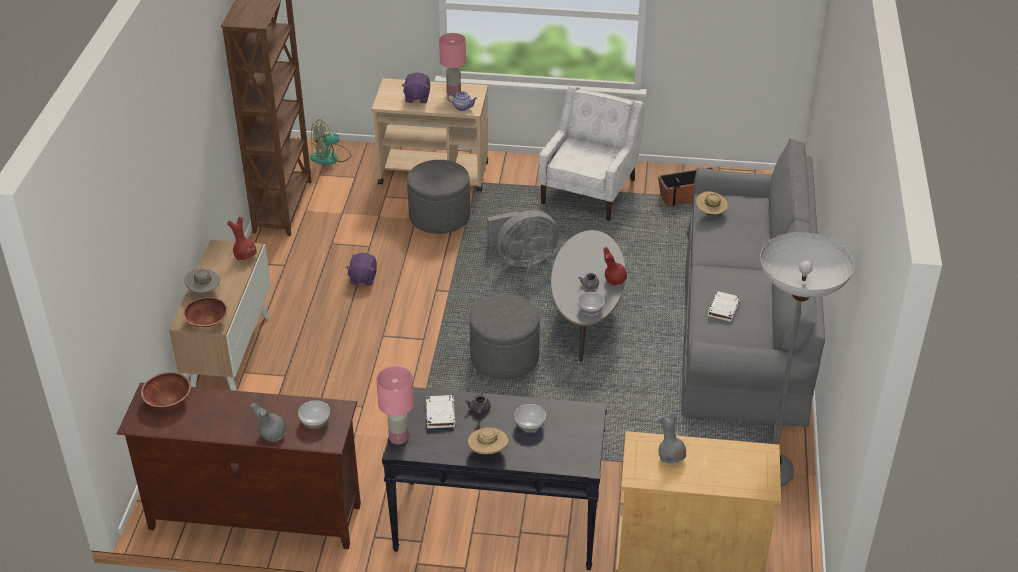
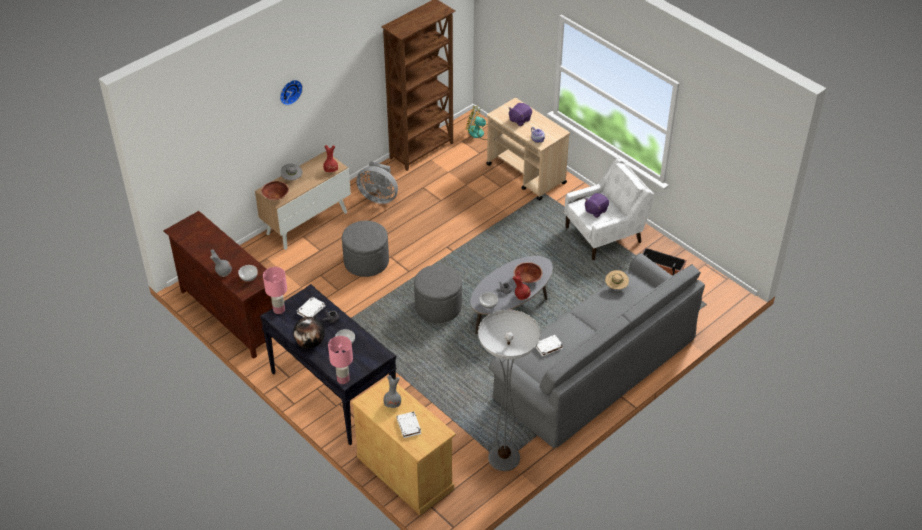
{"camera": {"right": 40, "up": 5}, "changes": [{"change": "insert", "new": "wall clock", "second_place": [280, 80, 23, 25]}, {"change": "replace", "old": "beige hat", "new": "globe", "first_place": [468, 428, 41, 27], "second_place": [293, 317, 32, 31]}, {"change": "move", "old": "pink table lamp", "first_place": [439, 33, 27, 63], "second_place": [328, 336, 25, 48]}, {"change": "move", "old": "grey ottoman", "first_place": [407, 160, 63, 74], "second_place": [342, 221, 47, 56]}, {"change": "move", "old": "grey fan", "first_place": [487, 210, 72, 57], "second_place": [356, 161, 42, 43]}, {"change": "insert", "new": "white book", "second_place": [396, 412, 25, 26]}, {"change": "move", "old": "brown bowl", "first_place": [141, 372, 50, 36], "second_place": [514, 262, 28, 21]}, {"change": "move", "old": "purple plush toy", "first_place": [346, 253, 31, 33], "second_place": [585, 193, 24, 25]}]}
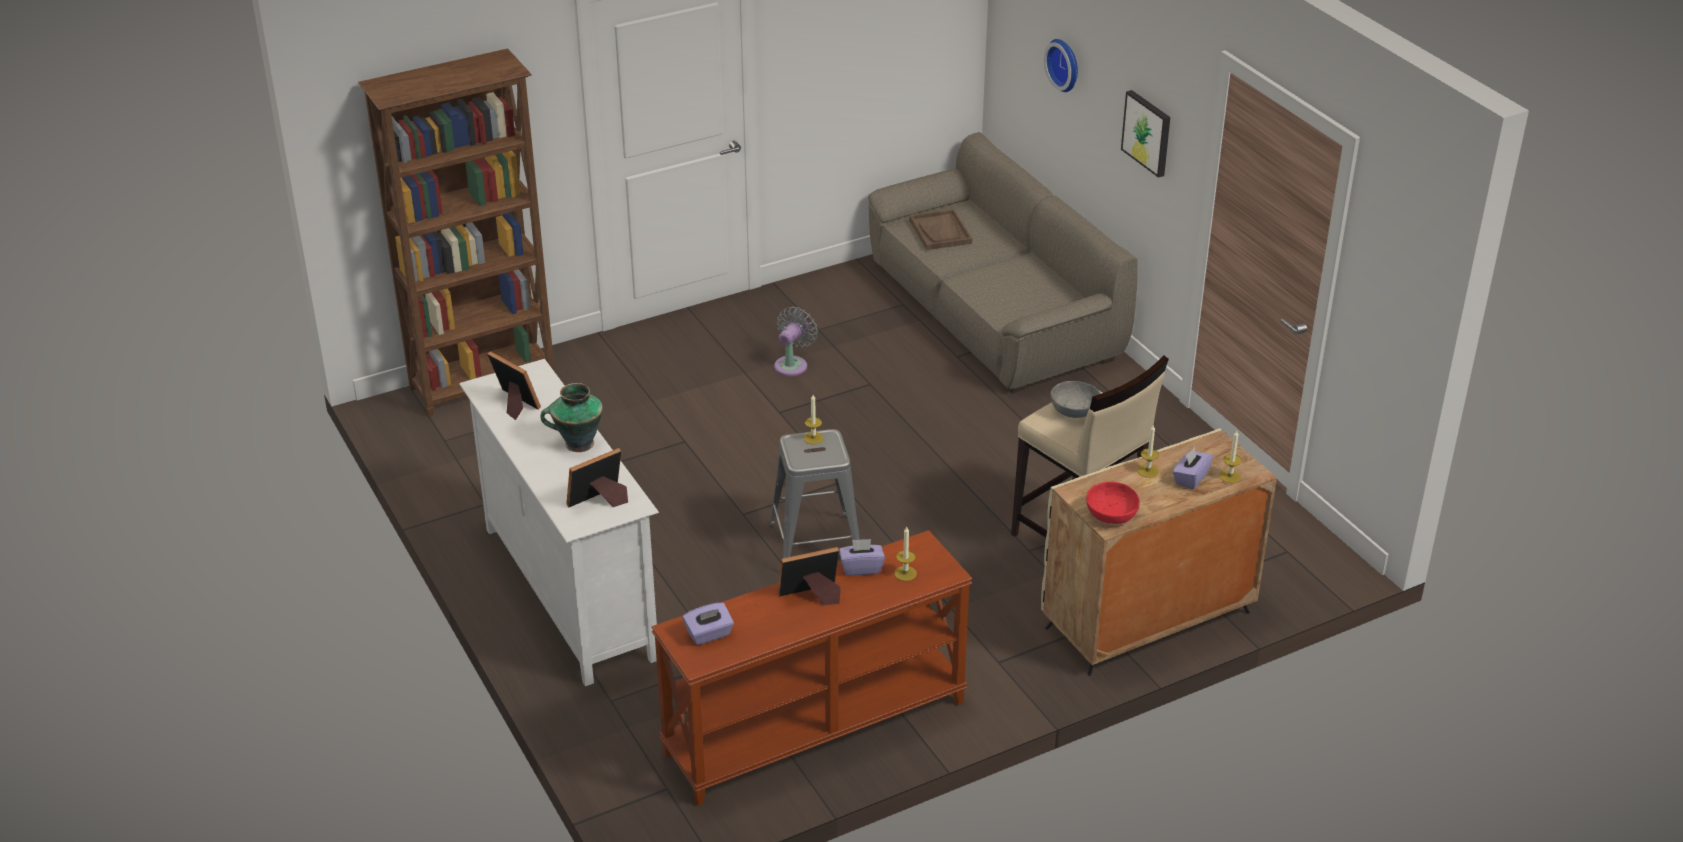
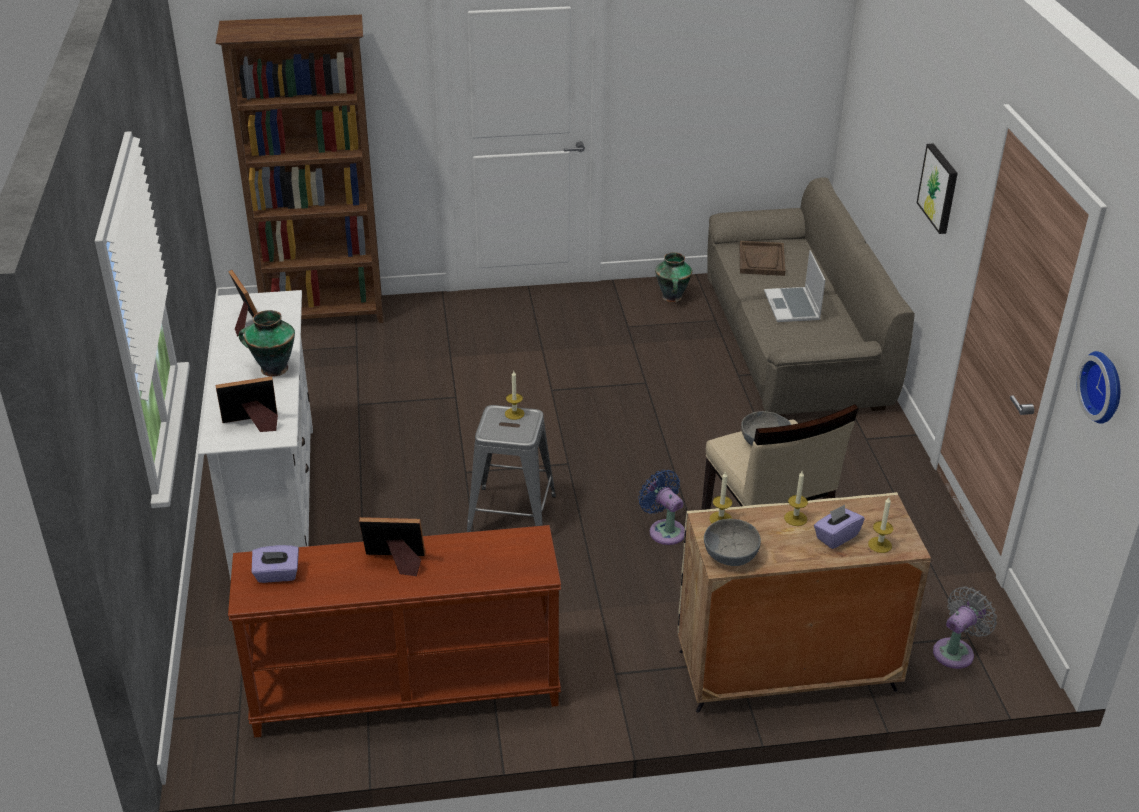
{"camera": {"right": 20, "up": 0}, "changes": [{"change": "insert", "new": "blue fan", "second_place": [638, 470, 47, 75]}, {"change": "insert", "new": "vase", "second_place": [655, 252, 37, 50]}, {"change": "recolor", "old": "red bowl", "new": "grey bowl", "first_place": [1086, 482, 54, 42], "second_place": [704, 519, 57, 47]}, {"change": "move", "old": "candle", "first_place": [894, 527, 23, 54], "second_place": [709, 471, 23, 53]}, {"change": "insert", "new": "laptop", "second_place": [764, 250, 61, 72]}, {"change": "move", "old": "grey fan", "first_place": [774, 307, 44, 69], "second_place": [933, 586, 64, 83]}, {"change": "move", "old": "wall clock", "first_place": [1044, 39, 34, 53], "second_place": [1076, 351, 44, 73]}, {"change": "delete", "old": "purple tissue box", "first_place": [839, 539, 46, 37]}]}
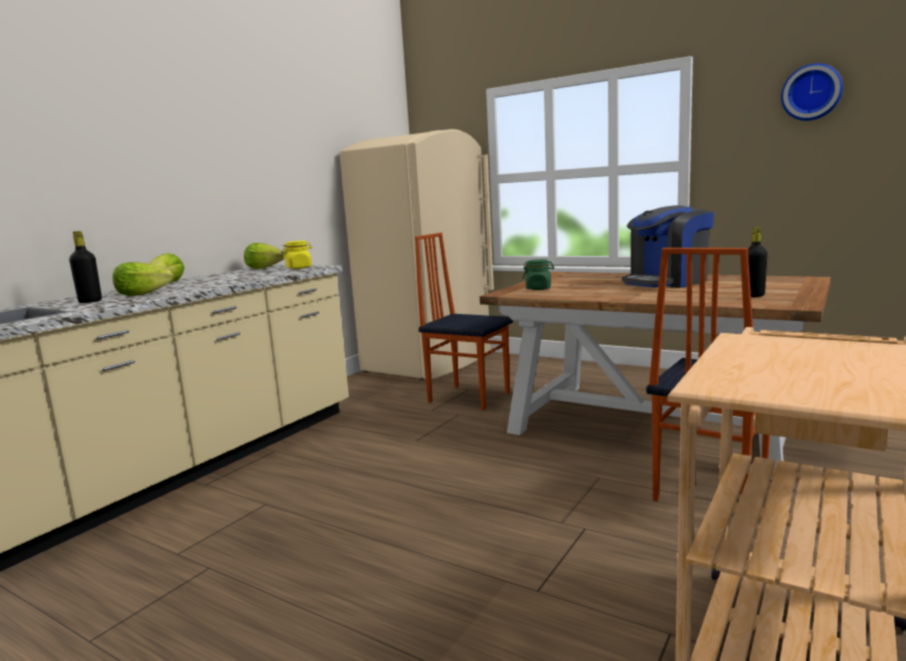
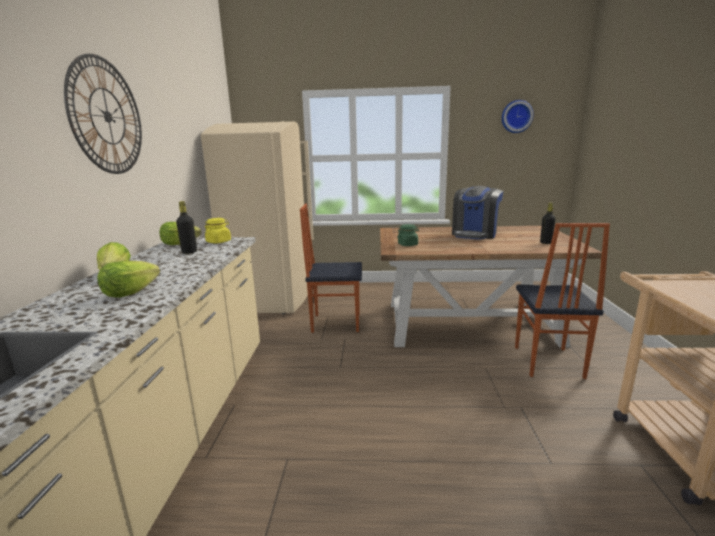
{"camera": {"right": -30, "up": 5}, "changes": [{"change": "insert", "new": "wall clock", "second_place": [64, 54, 78, 120]}, {"change": "move", "old": "black bottle", "first_place": [69, 231, 33, 72], "second_place": [176, 201, 21, 53]}]}
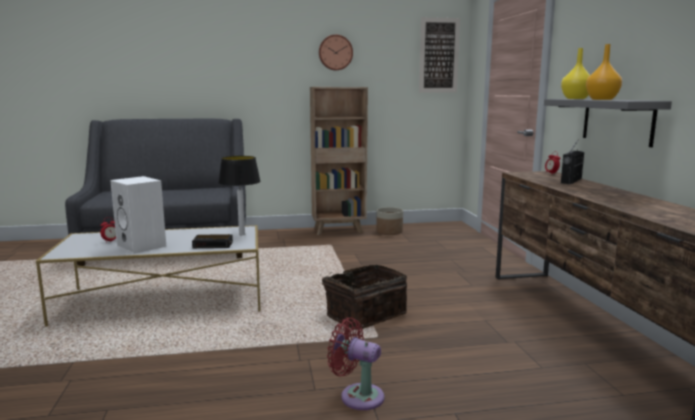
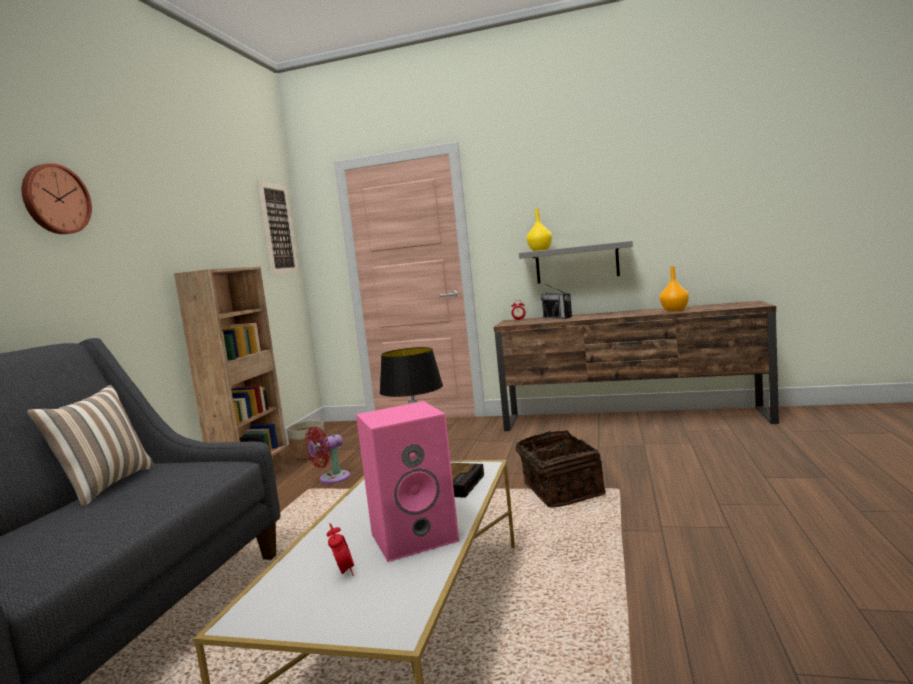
{"camera": {"right": -65, "up": -5}, "changes": [{"change": "move", "old": "wall clock", "first_place": [319, 35, 34, 35], "second_place": [22, 163, 70, 71]}, {"change": "insert", "new": "pillow", "second_place": [27, 385, 127, 121]}, {"change": "move", "old": "red fan", "first_place": [327, 318, 57, 92], "second_place": [305, 427, 45, 57]}, {"change": "recolor", "old": "white speaker", "new": "pink speaker", "first_place": [110, 176, 56, 78], "second_place": [356, 401, 103, 161]}, {"change": "move", "old": "orange vase", "first_place": [586, 44, 36, 56], "second_place": [660, 266, 29, 46]}]}
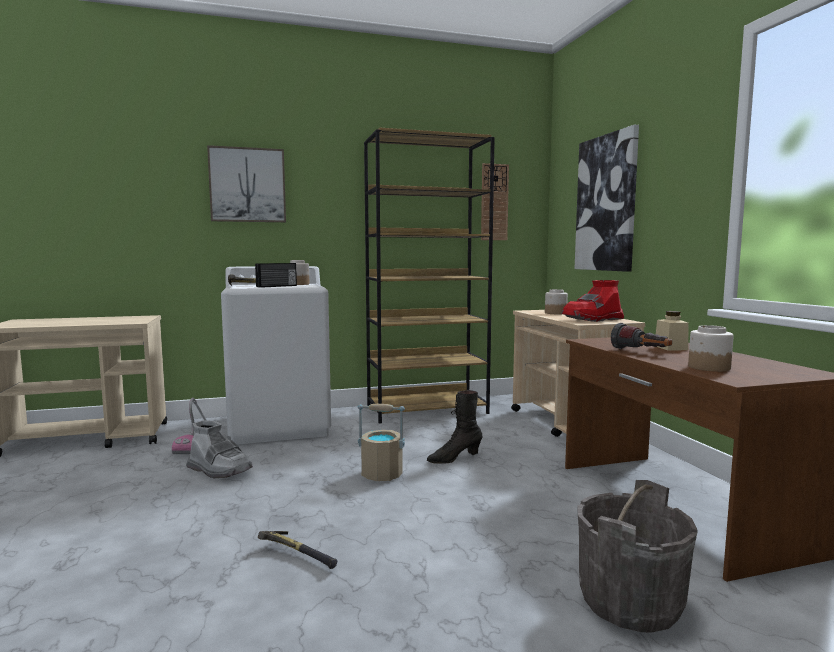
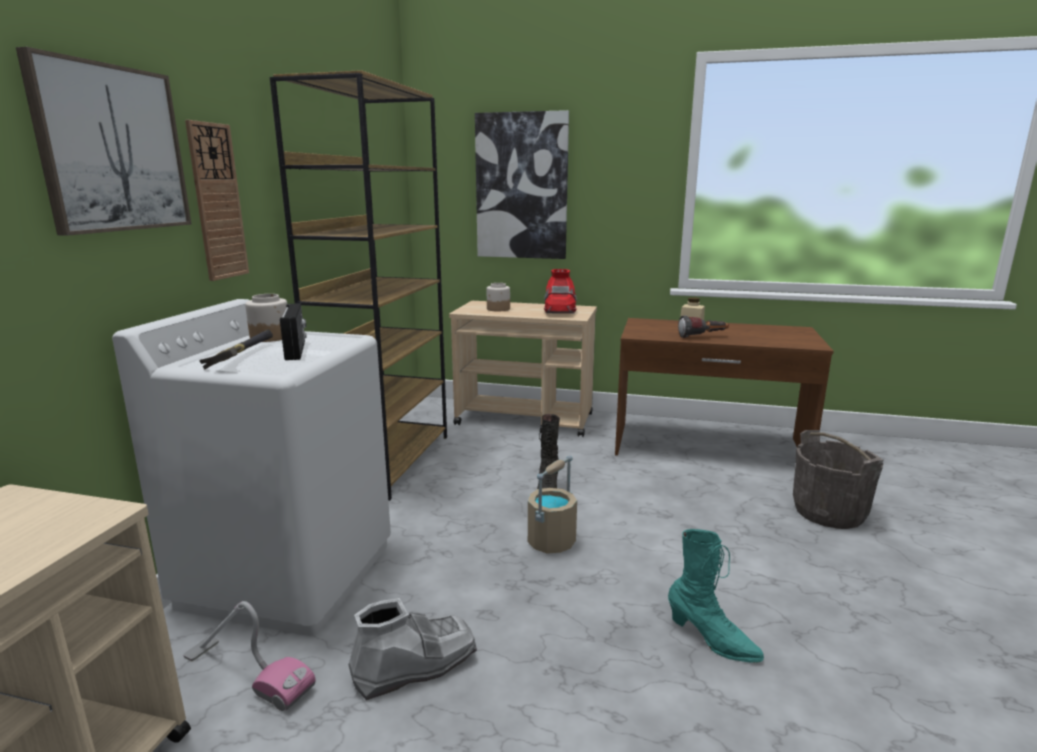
{"camera": {"right": -60, "up": 10}, "changes": [{"change": "move", "old": "wall clock", "first_place": [481, 163, 28, 77], "second_place": [185, 120, 64, 161]}, {"change": "replace", "old": "hammer", "new": "turquoise boot", "first_place": [258, 531, 79, 38], "second_place": [668, 529, 96, 134]}, {"change": "delete", "old": "jar", "first_place": [688, 325, 46, 47]}]}
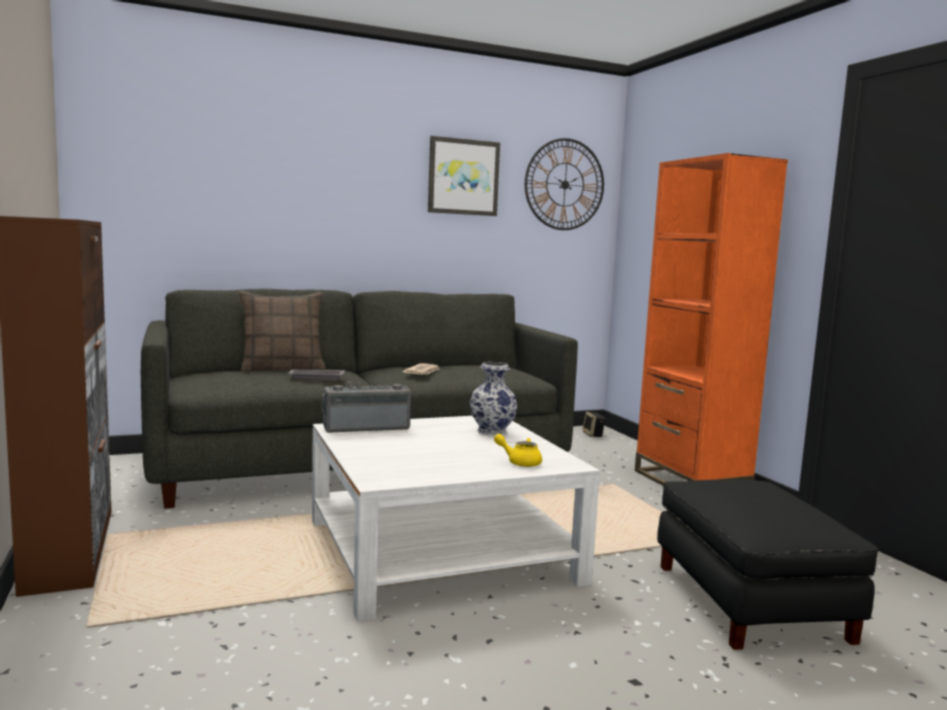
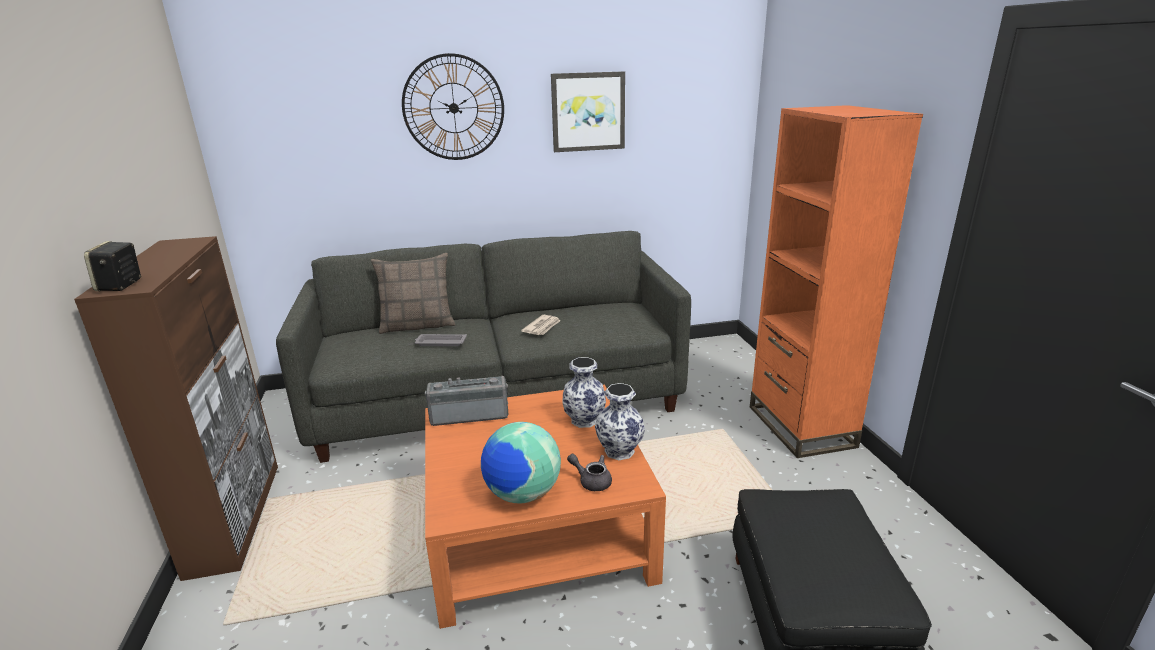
{"camera": {"right": 10, "up": 15}, "changes": [{"change": "move", "old": "speaker", "first_place": [582, 412, 23, 25], "second_place": [84, 241, 57, 50]}, {"change": "move", "old": "wall clock", "first_place": [525, 138, 79, 92], "second_place": [402, 53, 102, 107]}, {"change": "recolor", "old": "white coffee table", "new": "orange coffee table", "first_place": [312, 416, 288, 206], "second_place": [425, 384, 241, 245]}, {"change": "insert", "new": "globe", "second_place": [481, 422, 80, 81]}, {"change": "recolor", "old": "yellow teapot", "new": "grey teapot", "first_place": [494, 434, 48, 33], "second_place": [567, 454, 45, 37]}, {"change": "insert", "new": "vase", "second_place": [595, 383, 50, 77]}]}
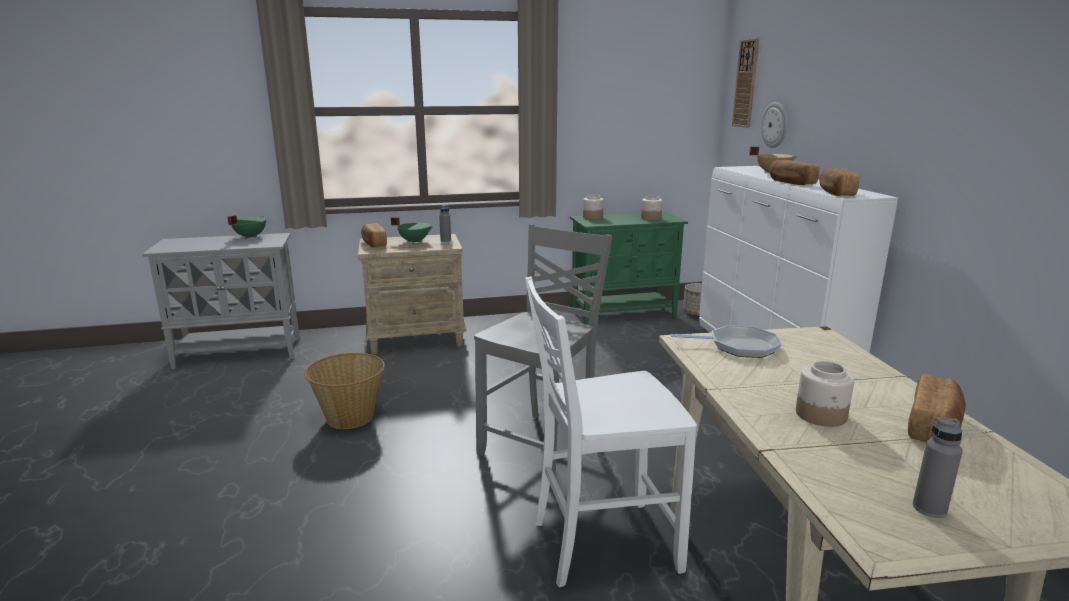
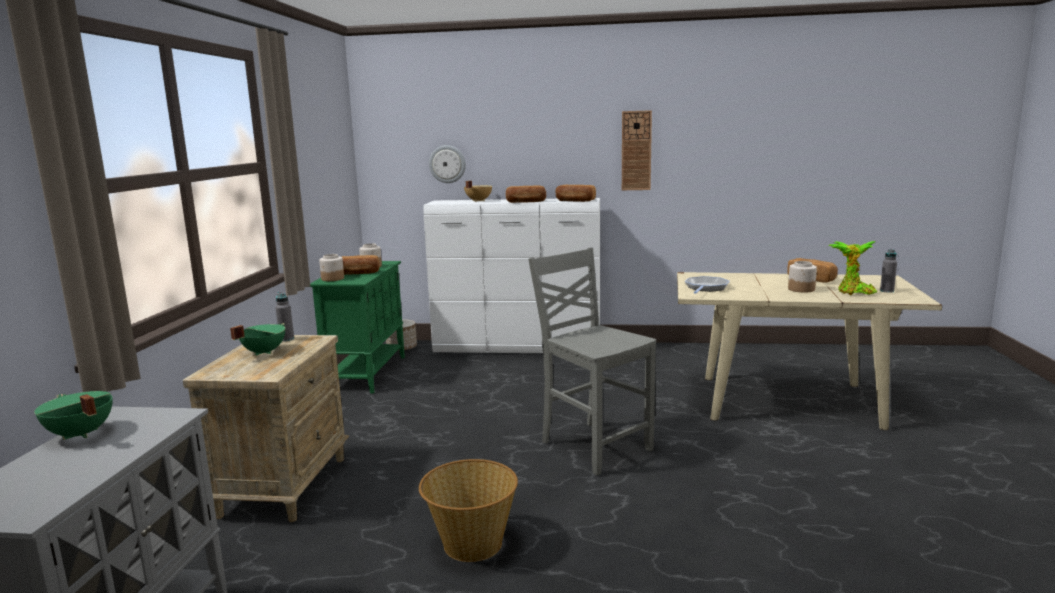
{"camera": {"right": -70, "up": -5}, "changes": [{"change": "move", "old": "bread", "first_place": [361, 223, 26, 24], "second_place": [342, 255, 37, 20]}, {"change": "move", "old": "wall clock", "first_place": [732, 38, 27, 90], "second_place": [622, 110, 30, 80]}, {"change": "insert", "new": "potted plant", "second_place": [828, 241, 49, 54]}, {"change": "delete", "old": "white chair", "first_place": [526, 277, 171, 311]}]}
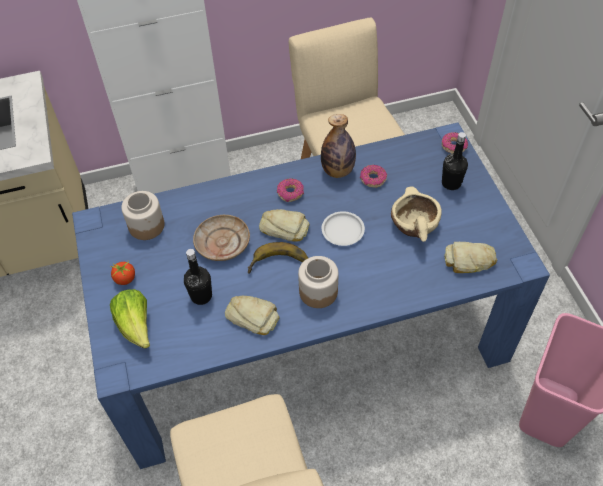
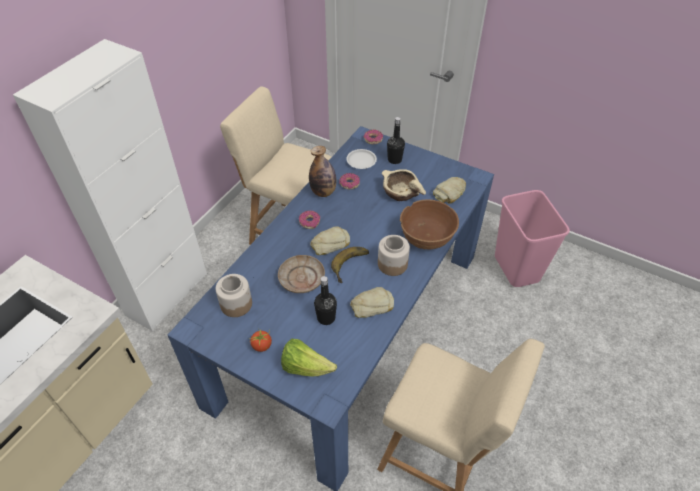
{"camera": {"right": -45, "up": -5}, "changes": [{"change": "move", "old": "white plate", "first_place": [322, 211, 43, 35], "second_place": [346, 149, 31, 20]}, {"change": "insert", "new": "brown bowl", "second_place": [400, 199, 59, 51]}]}
